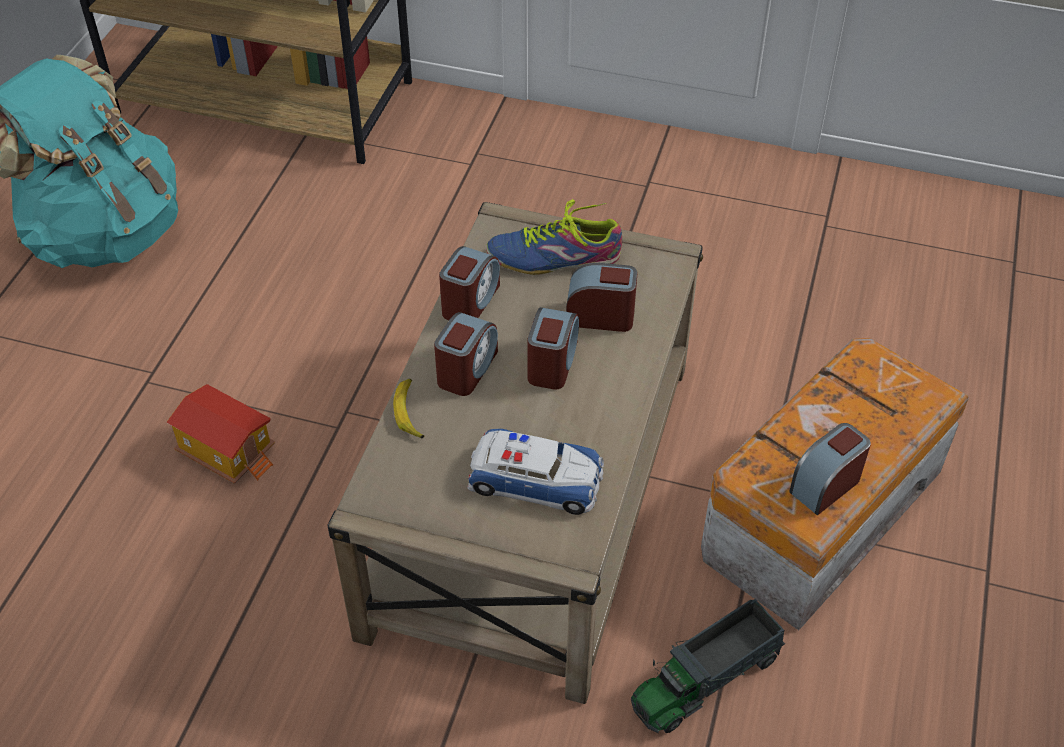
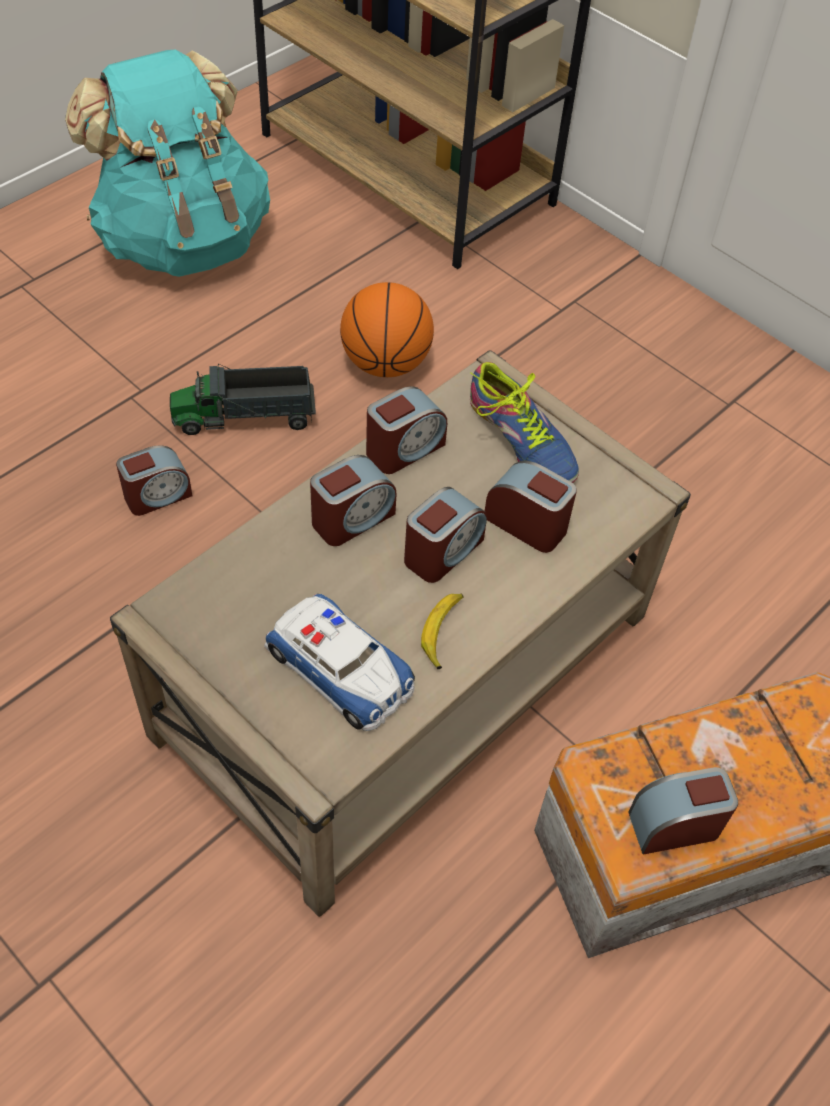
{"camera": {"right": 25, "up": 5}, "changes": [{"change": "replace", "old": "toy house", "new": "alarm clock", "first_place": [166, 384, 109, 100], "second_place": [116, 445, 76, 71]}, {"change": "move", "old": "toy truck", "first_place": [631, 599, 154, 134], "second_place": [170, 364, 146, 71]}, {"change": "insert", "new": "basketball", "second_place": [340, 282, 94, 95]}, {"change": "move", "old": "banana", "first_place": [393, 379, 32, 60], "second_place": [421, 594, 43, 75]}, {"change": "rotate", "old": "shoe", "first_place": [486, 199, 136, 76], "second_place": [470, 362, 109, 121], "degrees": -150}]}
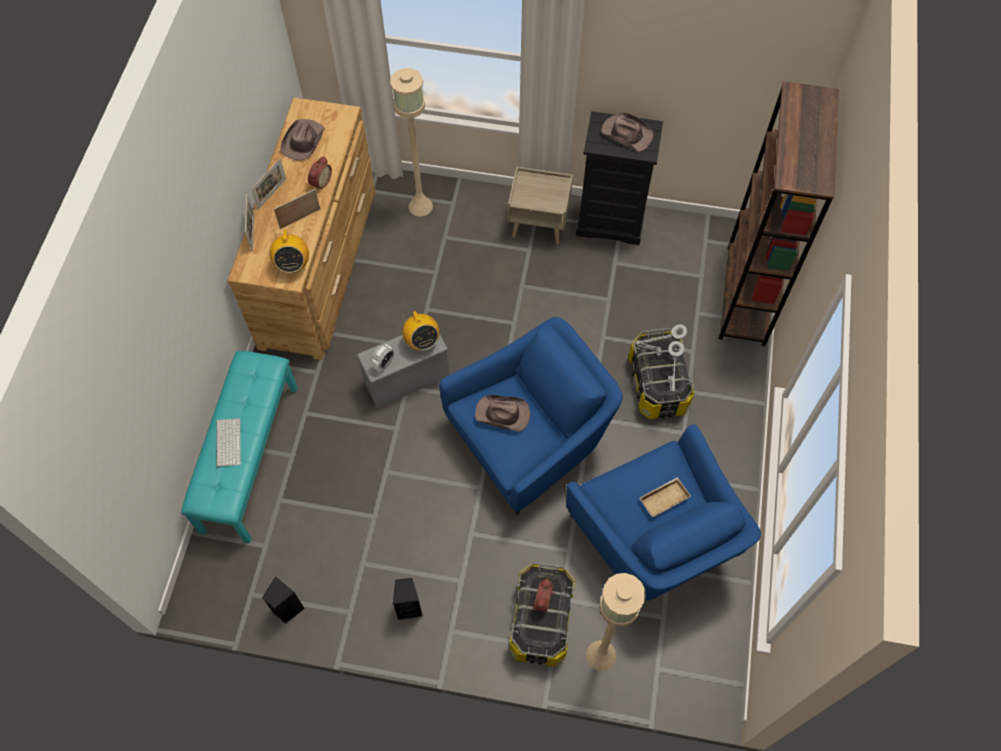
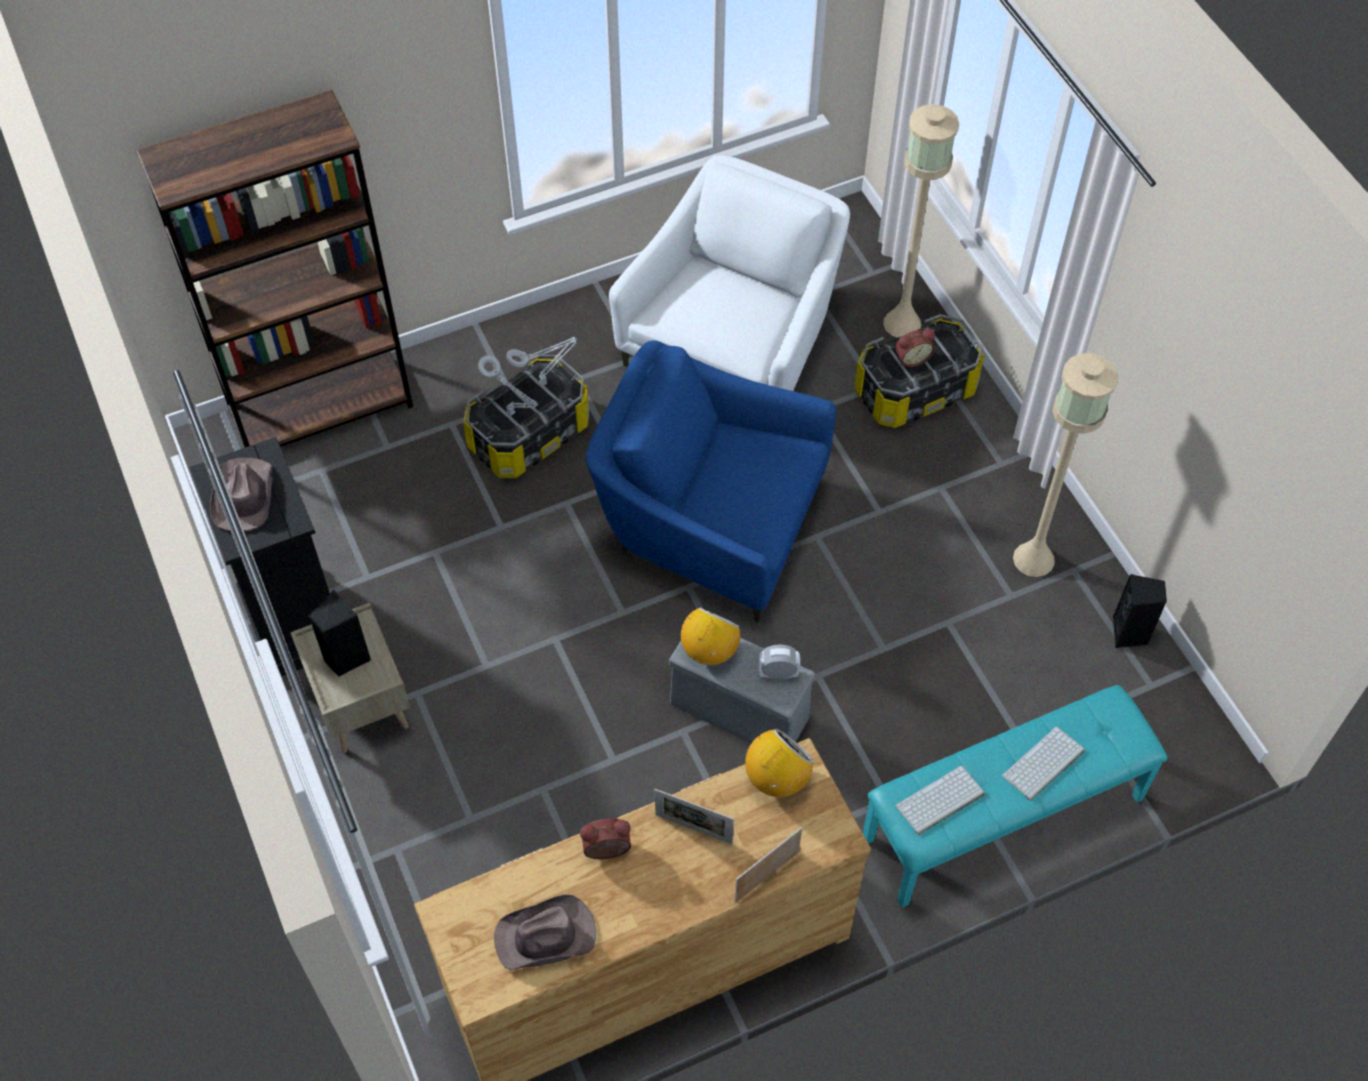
{"camera": {"right": -125, "up": -5}, "changes": [{"change": "move", "old": "black speaker", "first_place": [393, 578, 30, 42], "second_place": [309, 590, 62, 87]}, {"change": "recolor", "old": "blue armchair", "new": "white armchair", "first_place": [566, 424, 195, 176], "second_place": [609, 155, 241, 236]}, {"change": "insert", "new": "keyboard", "second_place": [895, 766, 90, 69]}, {"change": "move", "old": "beige floor lamp", "first_place": [390, 68, 43, 149], "second_place": [1013, 353, 105, 224]}, {"change": "delete", "old": "picture frame", "first_place": [251, 158, 35, 51]}, {"change": "delete", "old": "brown hat", "first_place": [475, 395, 55, 37]}, {"change": "delete", "old": "beige tray", "first_place": [640, 477, 51, 40]}]}
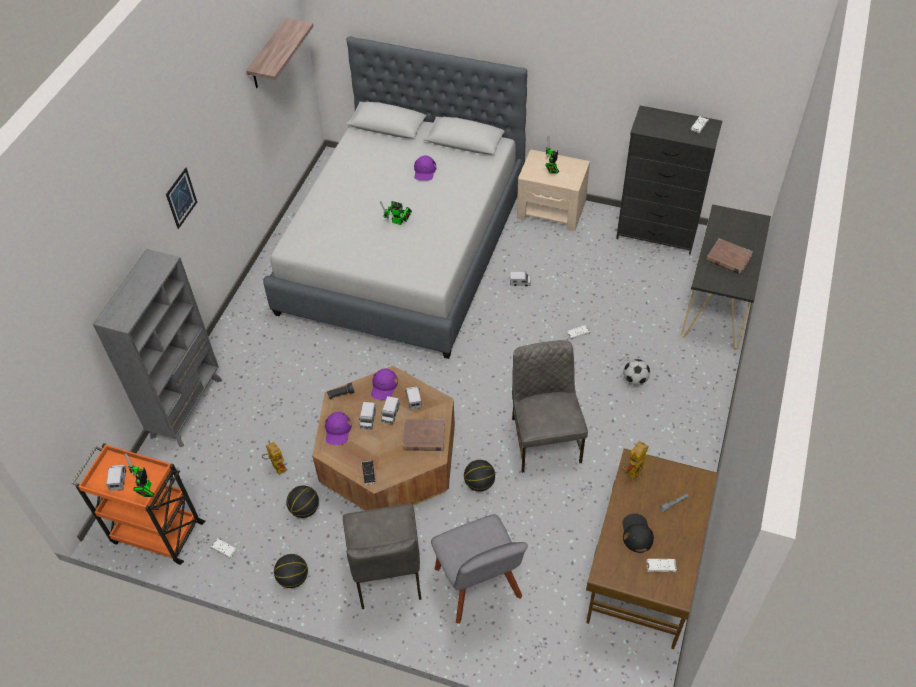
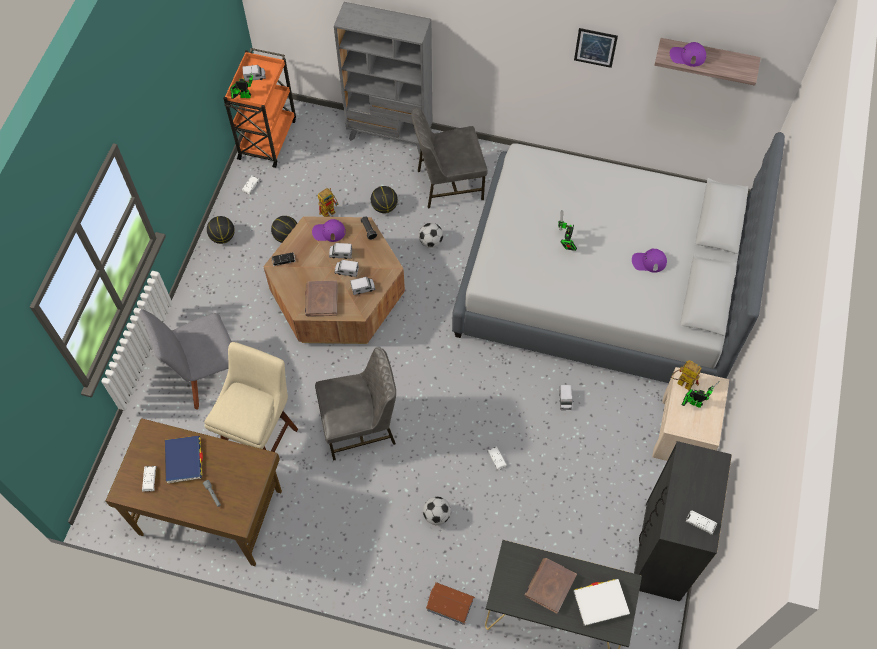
{"camera": {"right": 85, "up": 10}, "changes": [{"change": "replace", "old": "black cap", "new": "blue book", "first_place": [622, 513, 32, 40], "second_place": [165, 436, 38, 47]}, {"change": "insert", "new": "beige stool", "second_place": [205, 342, 93, 110]}, {"change": "move", "old": "basketball", "first_place": [464, 460, 31, 31], "second_place": [371, 186, 27, 27]}, {"change": "move", "old": "grey chair", "first_place": [343, 504, 78, 105], "second_place": [411, 108, 77, 100]}, {"change": "insert", "new": "football", "second_place": [419, 223, 24, 25]}, {"change": "insert", "new": "toy house", "second_place": [426, 582, 49, 43]}, {"change": "insert", "new": "white book", "second_place": [573, 579, 57, 47]}, {"change": "move", "old": "picture", "first_place": [166, 167, 31, 62], "second_place": [574, 28, 44, 40]}, {"change": "move", "old": "purple cap", "first_place": [371, 369, 27, 31], "second_place": [670, 42, 36, 25]}, {"change": "move", "old": "toy robot", "first_place": [623, 441, 25, 38], "second_place": [671, 360, 30, 30]}]}
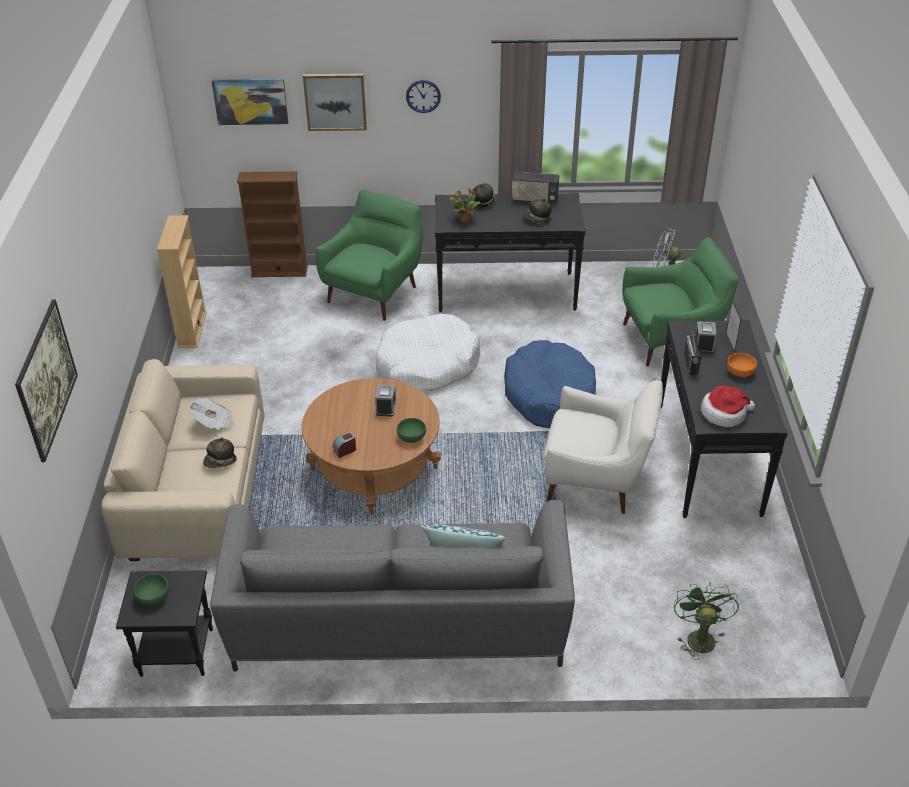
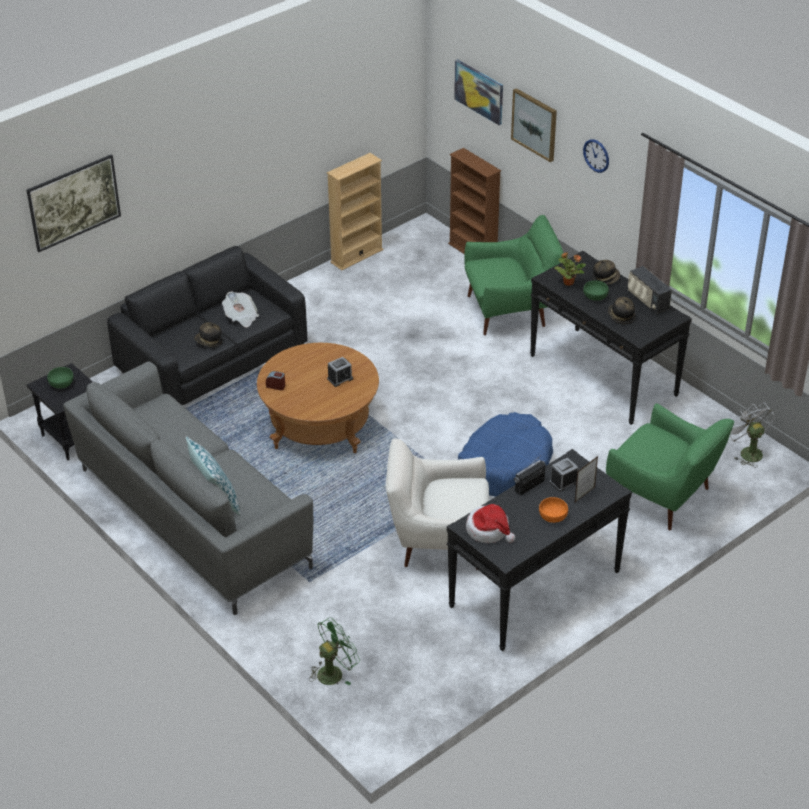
{"camera": {"right": 50, "up": 0}, "changes": [{"change": "recolor", "old": "beige sofa", "new": "black sofa", "first_place": [101, 359, 163, 202], "second_place": [107, 246, 200, 160]}, {"change": "rotate", "old": "white armchair", "first_place": [544, 380, 119, 134], "second_place": [386, 438, 103, 132], "degrees": 120}, {"change": "move", "old": "green bowl", "first_place": [397, 418, 29, 25], "second_place": [583, 280, 26, 21]}, {"change": "delete", "old": "white dog bed", "first_place": [376, 314, 104, 77]}]}
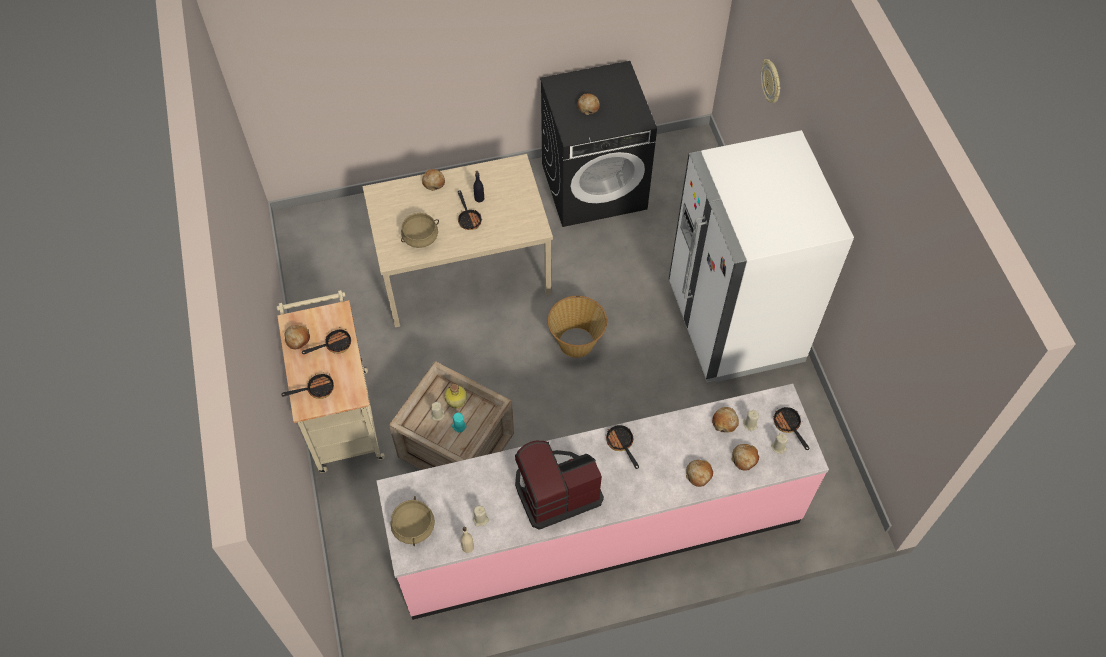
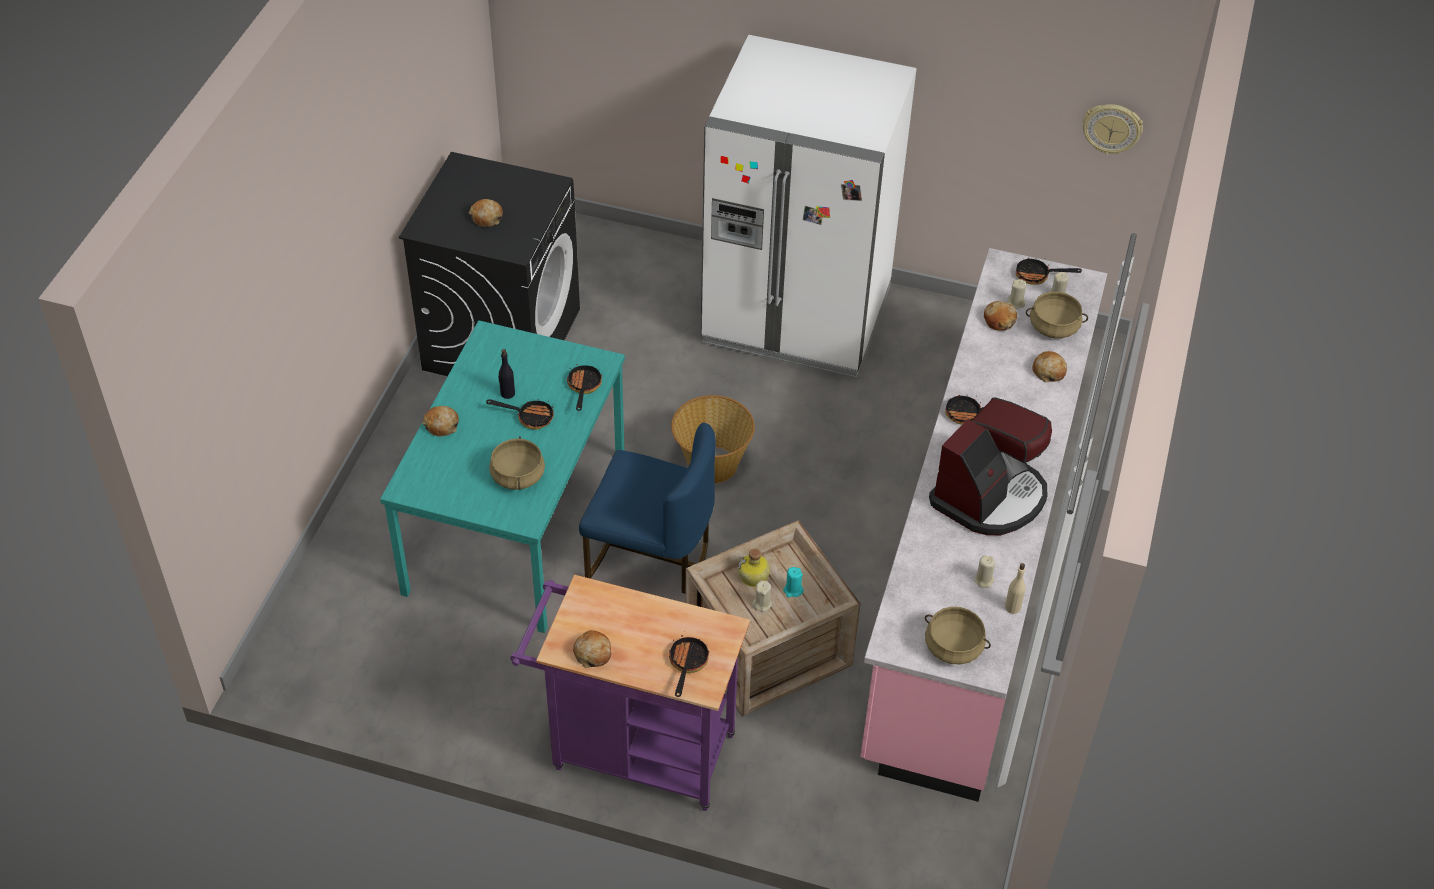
{"camera": {"right": -60, "up": -10}, "changes": [{"change": "recolor", "old": "beige dining table", "new": "turquoise dining table", "first_place": [362, 154, 191, 173], "second_place": [380, 320, 245, 313]}, {"change": "recolor", "old": "beige cart", "new": "purple cart", "first_place": [277, 290, 108, 183], "second_place": [510, 575, 240, 236]}, {"change": "move", "old": "frying pan", "first_place": [302, 327, 49, 27], "second_place": [567, 364, 35, 47]}, {"change": "insert", "new": "blue chair", "second_place": [579, 423, 137, 171]}, {"change": "rotate", "old": "coffee machine", "first_place": [515, 441, 89, 89], "second_place": [929, 398, 123, 137], "degrees": -150}, {"change": "replace", "old": "bread", "new": "beige cooking pot", "first_place": [731, 444, 28, 27], "second_place": [1026, 292, 62, 46]}, {"change": "move", "old": "wall clock", "first_place": [761, 59, 19, 44], "second_place": [1083, 104, 60, 50]}]}
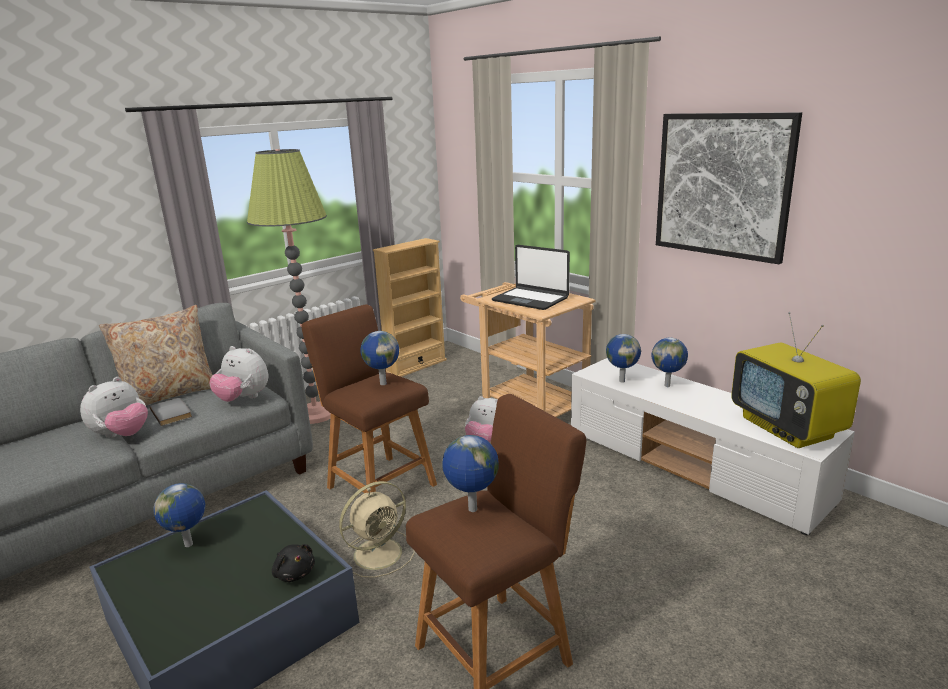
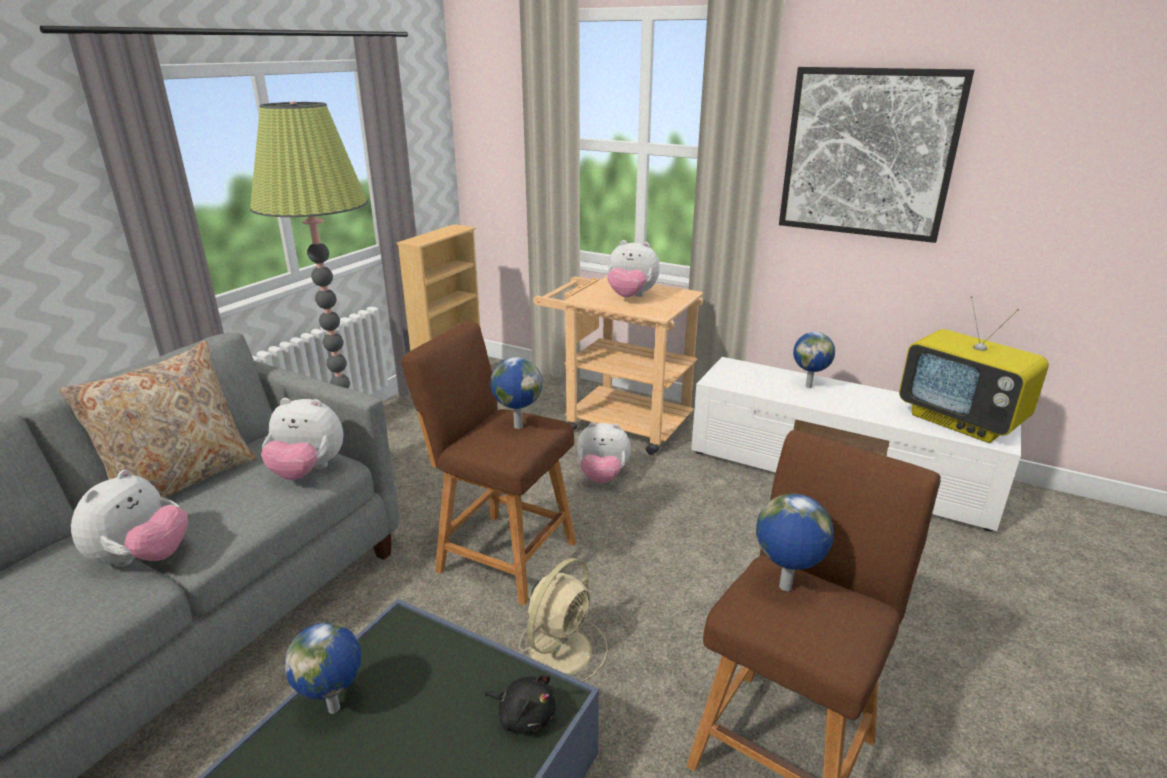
{"camera": {"right": -20, "up": 5}, "changes": [{"change": "replace", "old": "laptop", "new": "plush toy", "first_place": [492, 245, 78, 65], "second_place": [607, 240, 53, 57]}, {"change": "delete", "old": "grey book", "first_place": [150, 398, 42, 28]}, {"change": "delete", "old": "globe", "first_place": [606, 334, 35, 49]}]}
